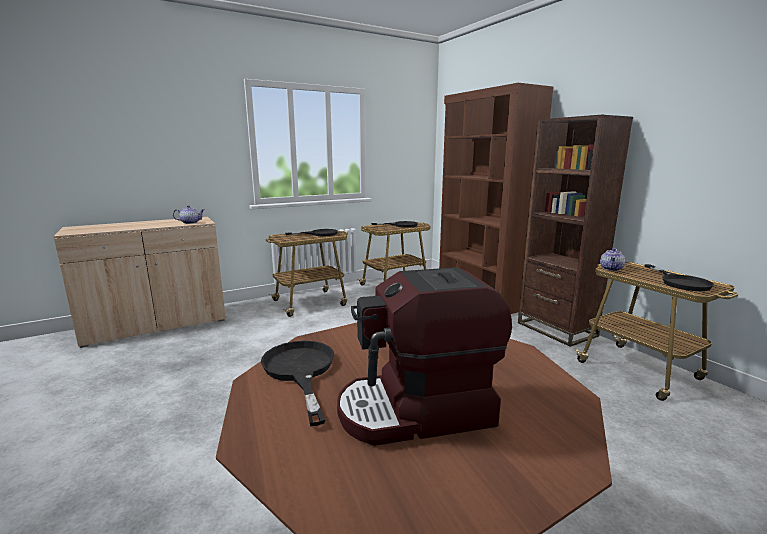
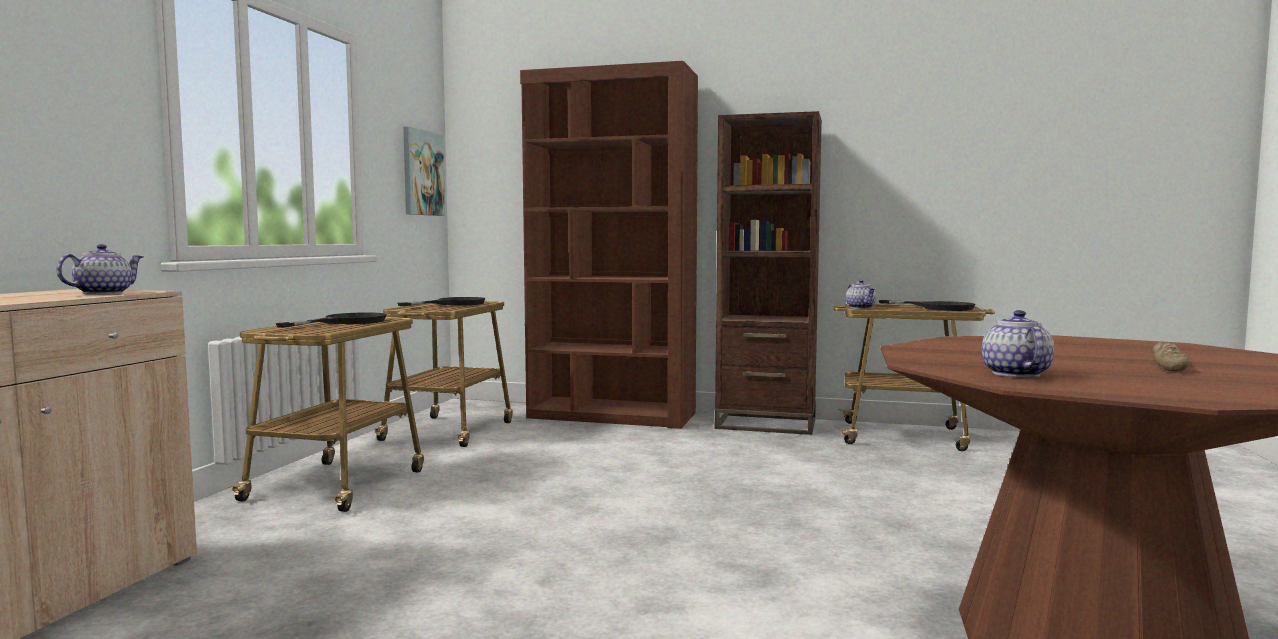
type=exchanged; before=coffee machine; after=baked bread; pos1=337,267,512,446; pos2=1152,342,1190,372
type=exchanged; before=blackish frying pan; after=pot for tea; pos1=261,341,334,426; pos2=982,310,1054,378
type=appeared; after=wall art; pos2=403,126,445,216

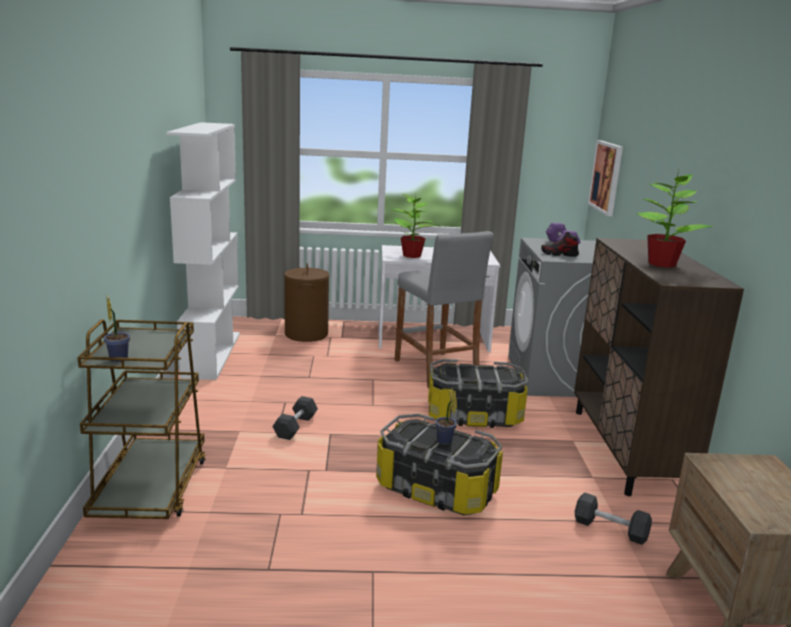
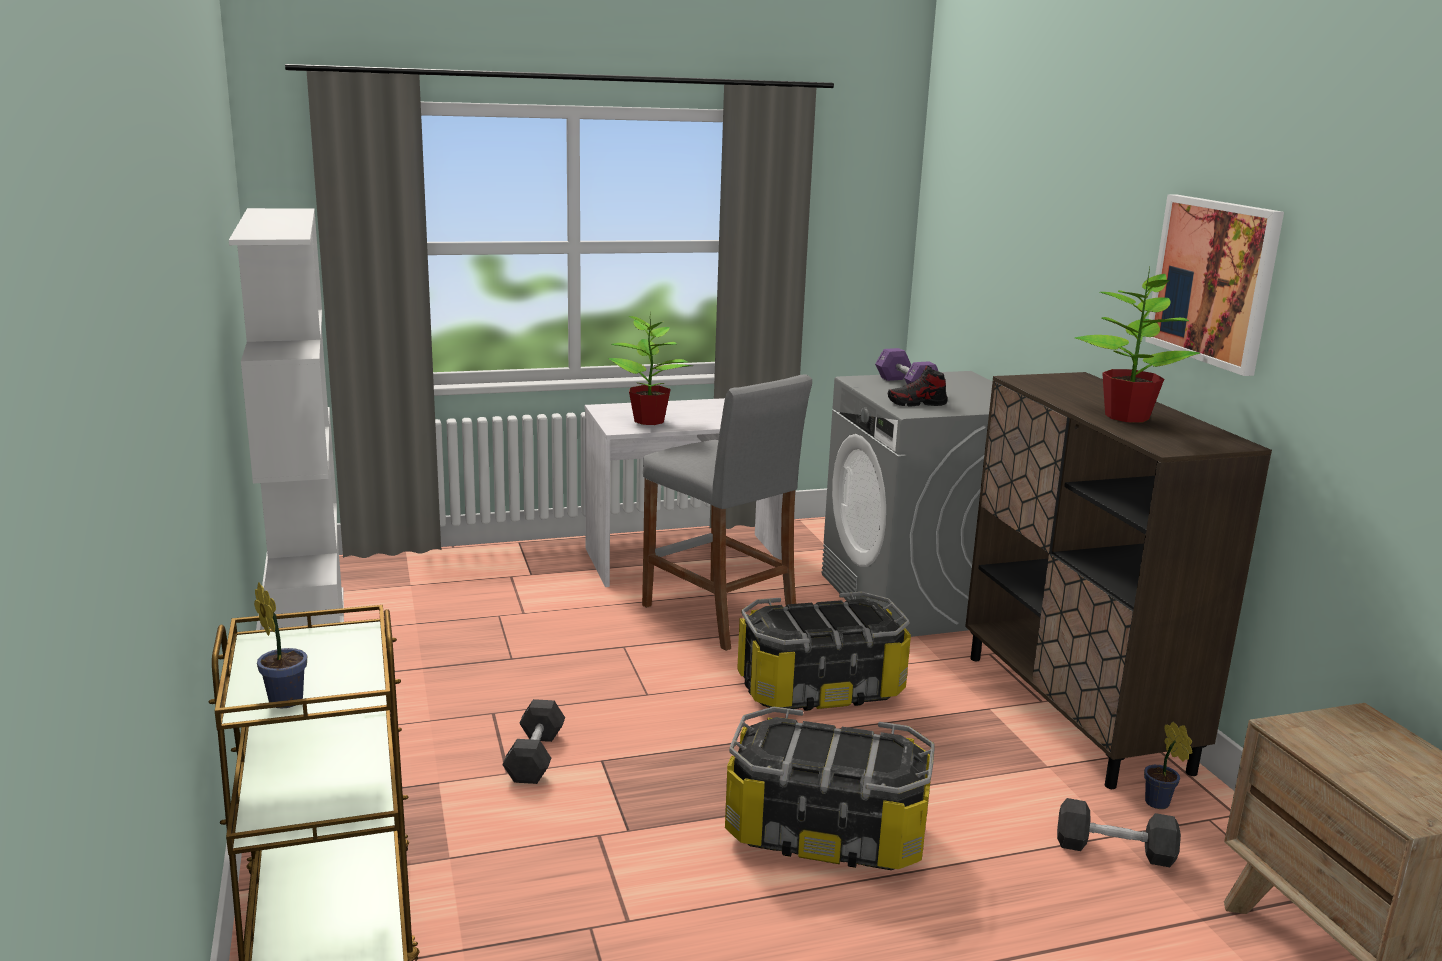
type=relocated; before=wall art; pos1=588,140,623,216; pos2=1145,194,1284,376
type=missing; before=brownish laundry basket; pos1=284,263,330,342
type=relocated; before=houseplant; pos1=435,389,457,445; pos2=1144,721,1192,809

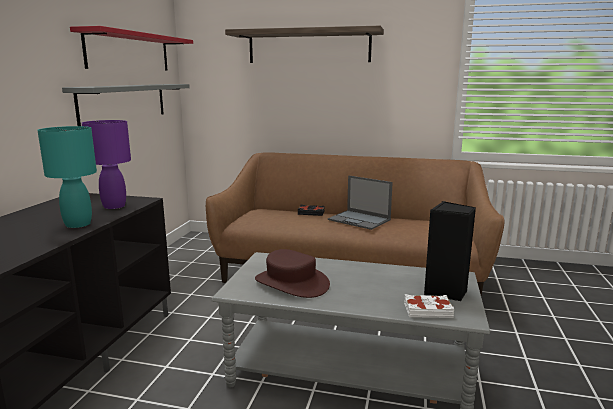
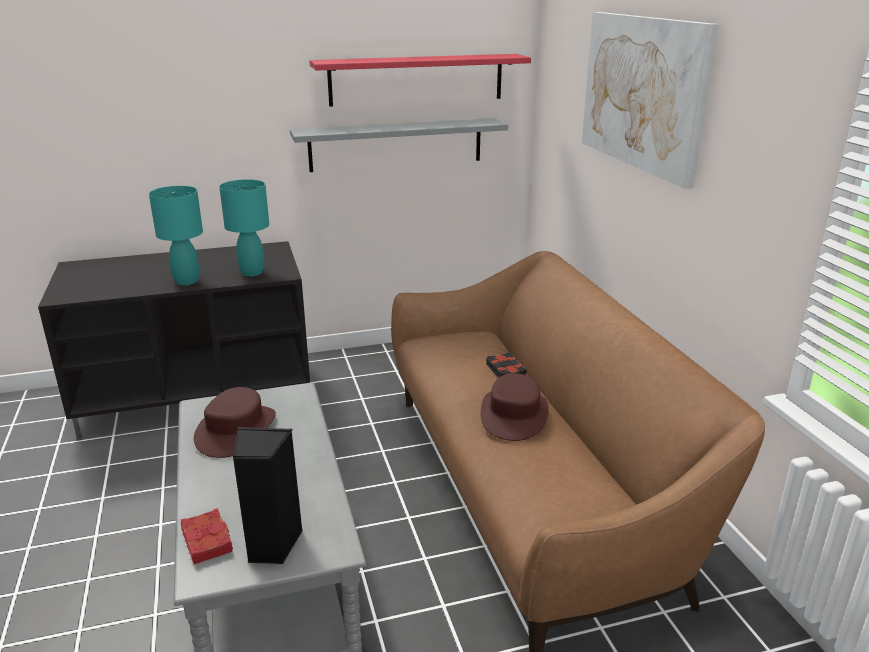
type=exchanged; before=shelf; after=wall art; pos1=225,26,384,63; pos2=582,12,719,189
type=colour; before=purplish lamp for a table; after=turquoise-coloured lamp for a table; pos1=82,120,131,209; pos2=219,179,269,276
type=exchanged; before=laptop; after=brownish clothing hat; pos1=328,176,393,230; pos2=481,373,549,441
type=colour; before=whitish book; after=red book; pos1=404,294,454,318; pos2=180,508,233,565

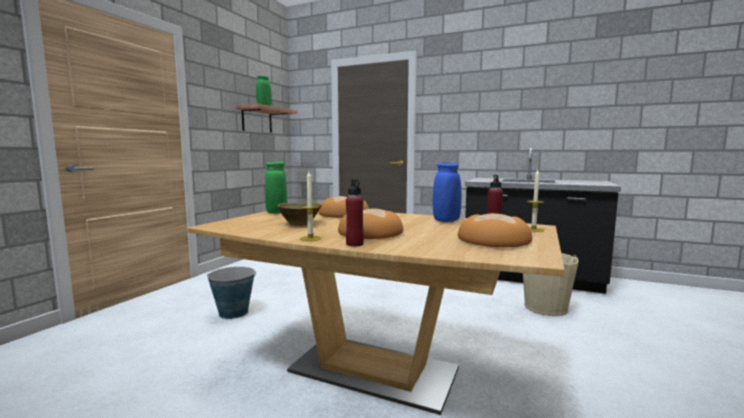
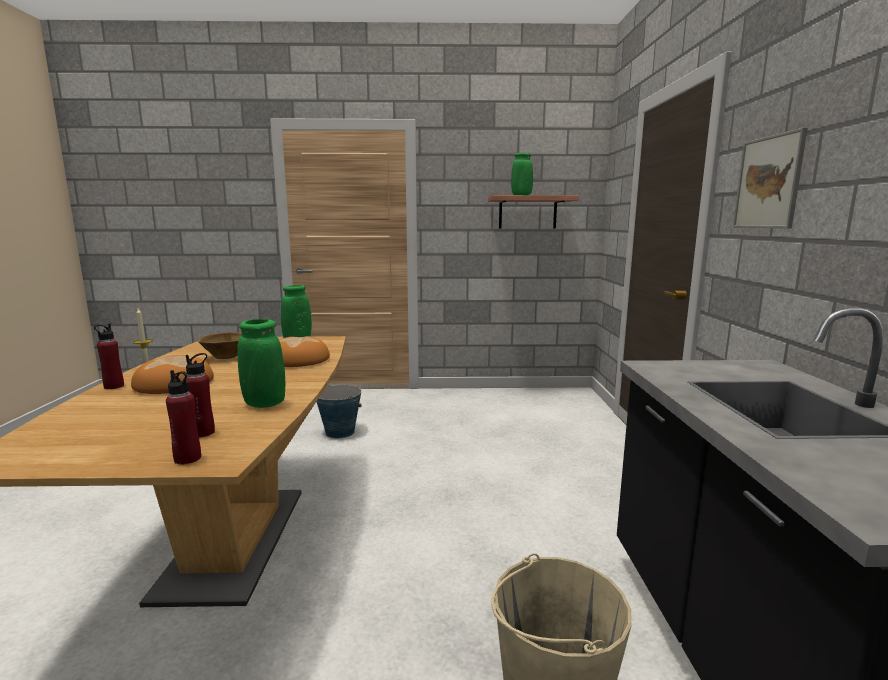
type=colour; before=blue flower vase; after=greenish flower vase; pos1=433,163,461,222; pos2=237,319,285,408
type=exchanged; before=candle; after=red beverage bottle; pos1=527,170,544,232; pos2=166,370,201,464
type=missing; before=baked bread; pos1=458,213,532,247
type=appeared; after=wall art; pos2=733,128,808,228

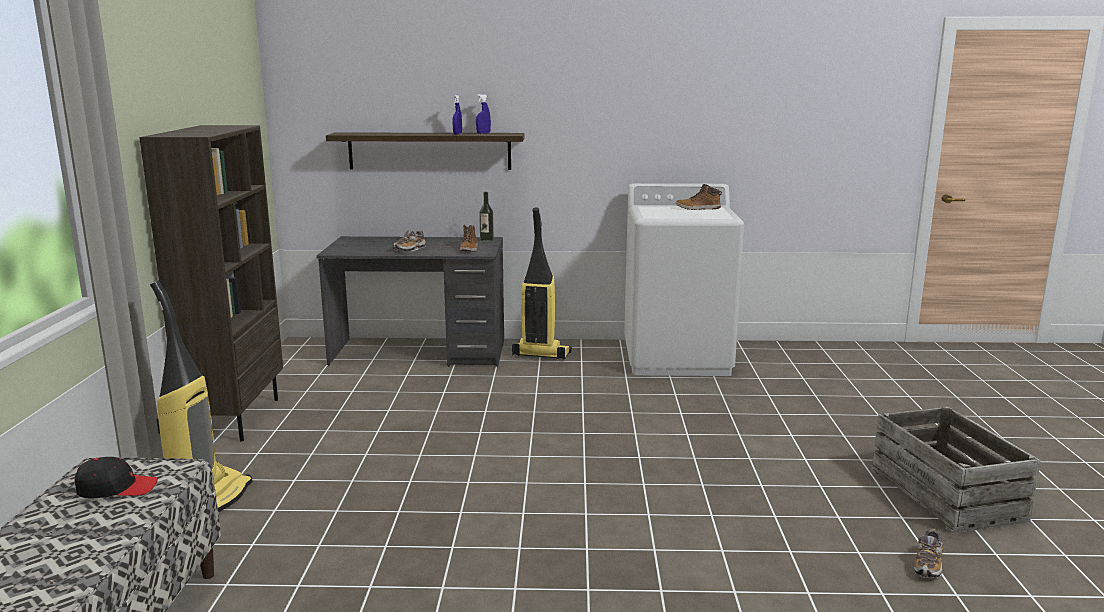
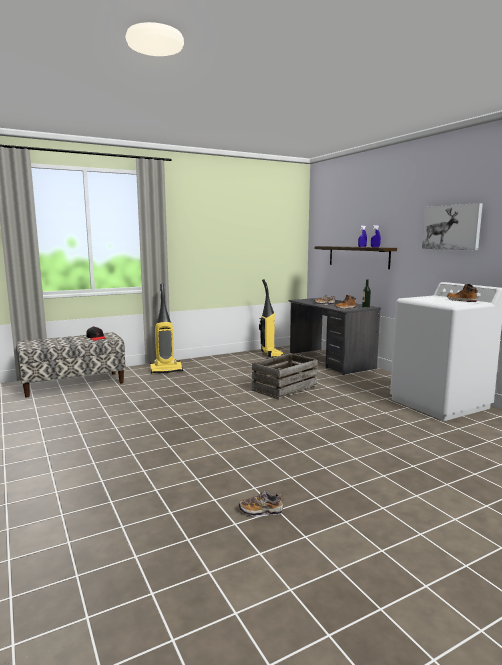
type=missing; before=brownish bookcase; pos1=139,125,283,442
type=relocated; before=vacuum cleaner; pos1=512,207,572,360; pos2=259,279,284,358
type=relocated; before=packing crate; pos1=871,406,1041,534; pos2=251,353,318,400
type=appeared; after=wall art; pos2=422,203,483,250

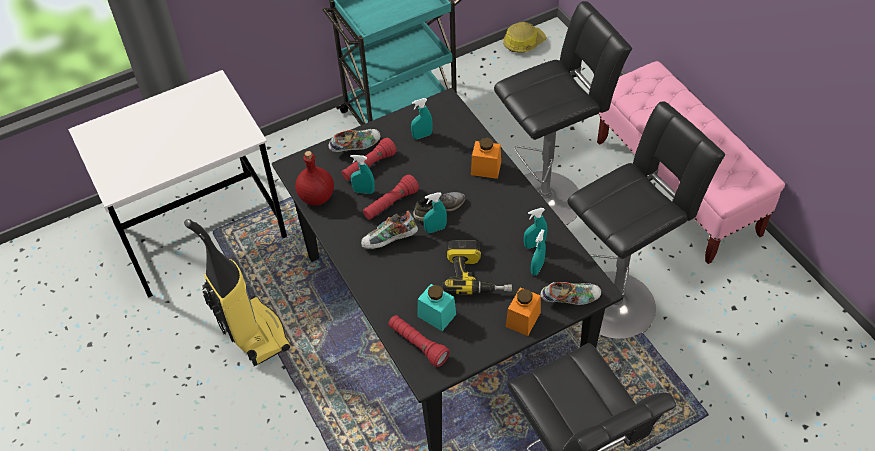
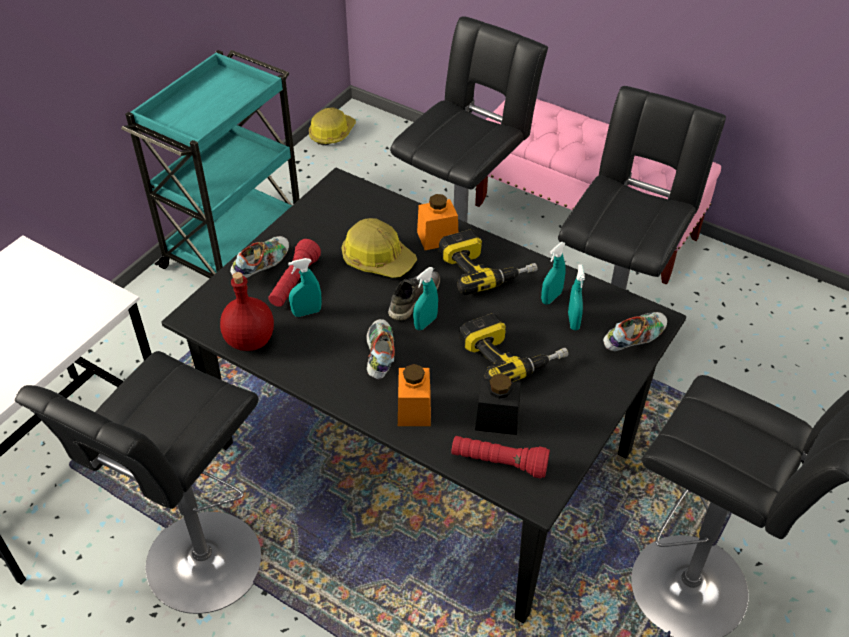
type=missing; before=turquoise-coloured hand sprayer; pos1=411,98,432,139
type=missing; before=red torch; pos1=363,175,419,220
type=spun; before=item of footwear; pos1=361,211,418,249; pos2=366,319,395,380; turn=135
type=exchanged; before=vacuum cleaner; after=blackish stool; pos1=184,219,290,366; pos2=15,351,261,614
type=colour; before=turquoise-coloured jar; after=blackish jar; pos1=418,284,456,331; pos2=475,374,521,435
type=relocated; before=orange-coloured jar; pos1=506,287,541,336; pos2=398,364,431,426
type=appeared; after=hard hat; pos2=342,218,417,278
type=appeared; after=electric drill; pos2=439,230,538,295

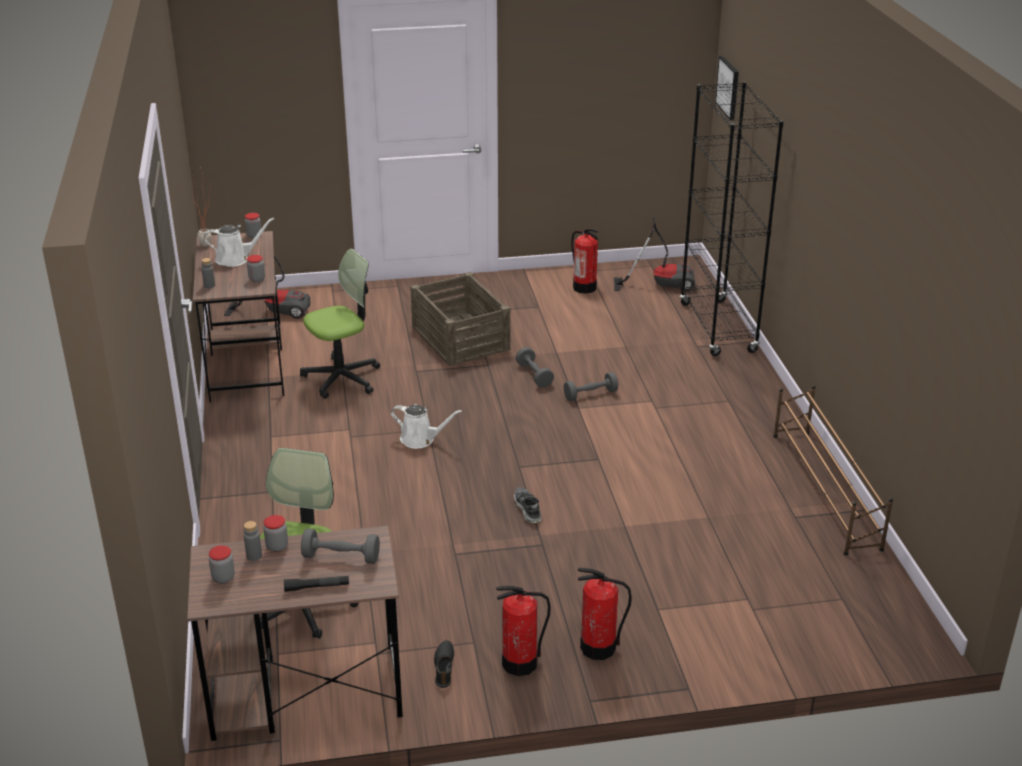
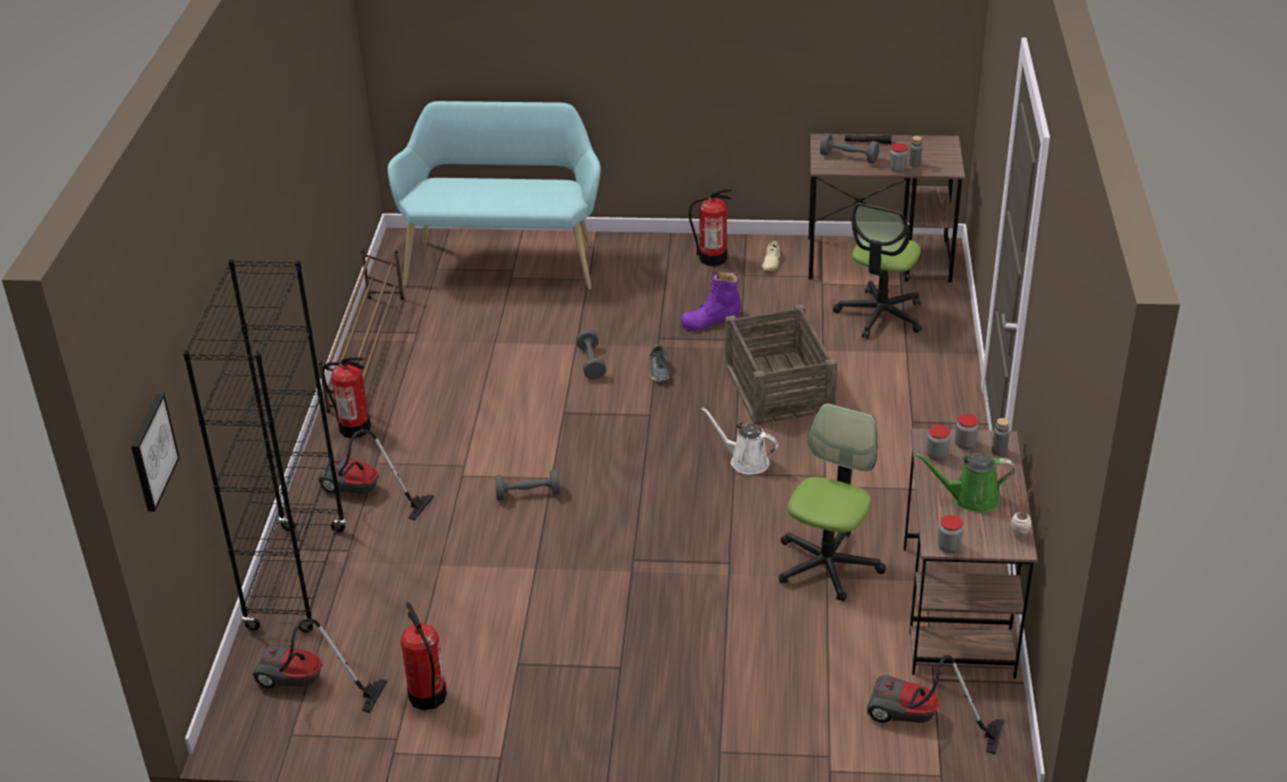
type=colour; before=whitish watering can; after=greenish watering can; pos1=204,217,274,267; pos2=915,453,1015,513
type=spun; before=computer chair; pos1=300,249,380,399; pos2=779,403,886,602; turn=135
type=relocated; before=packing crate; pos1=410,272,511,366; pos2=724,304,837,425
type=relocated; before=gray dumbbell; pos1=516,347,554,388; pos2=576,329,606,379
type=relocated; before=jar; pos1=209,545,235,584; pos2=955,414,979,449
type=relocated; before=fire extinguisher; pos1=578,568,632,660; pos2=322,357,371,438
type=colour; before=blackish item of footwear; after=beige item of footwear; pos1=434,640,454,688; pos2=761,239,781,271
type=appeared; after=turquoise-coloured bench; pos2=388,101,601,290
type=appeared; after=purplish tall boot; pos2=681,272,741,331
type=appeared; after=vacuum cleaner; pos2=318,429,434,520

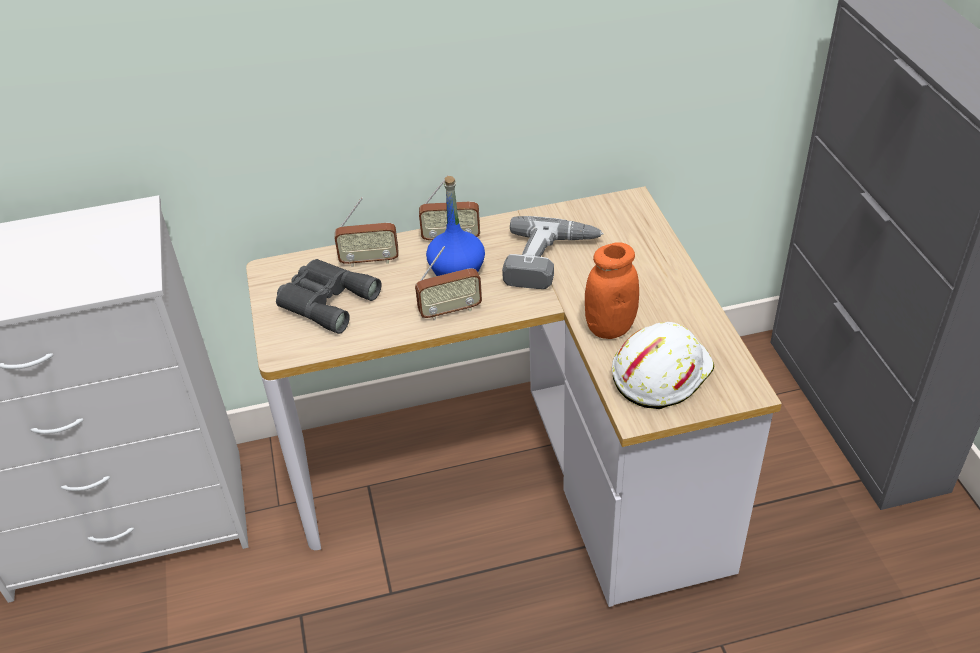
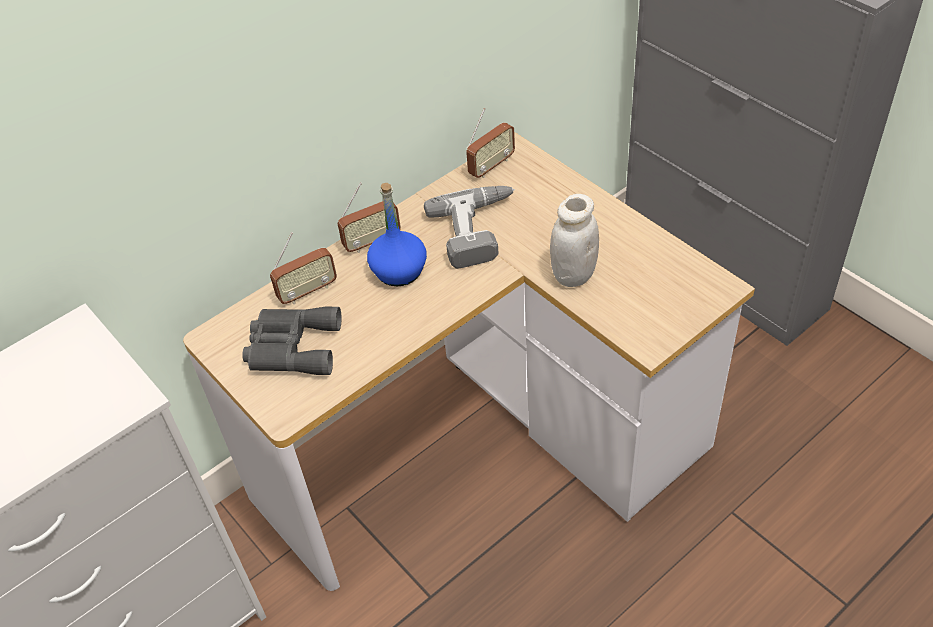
type=colour; before=orange-coloured jar; after=whitish jar; pos1=585,242,639,339; pos2=550,194,599,287
type=relocated; before=radio receiver; pos1=415,246,482,320; pos2=466,108,515,178
type=missing; before=whitish hard hat; pos1=612,322,714,409

